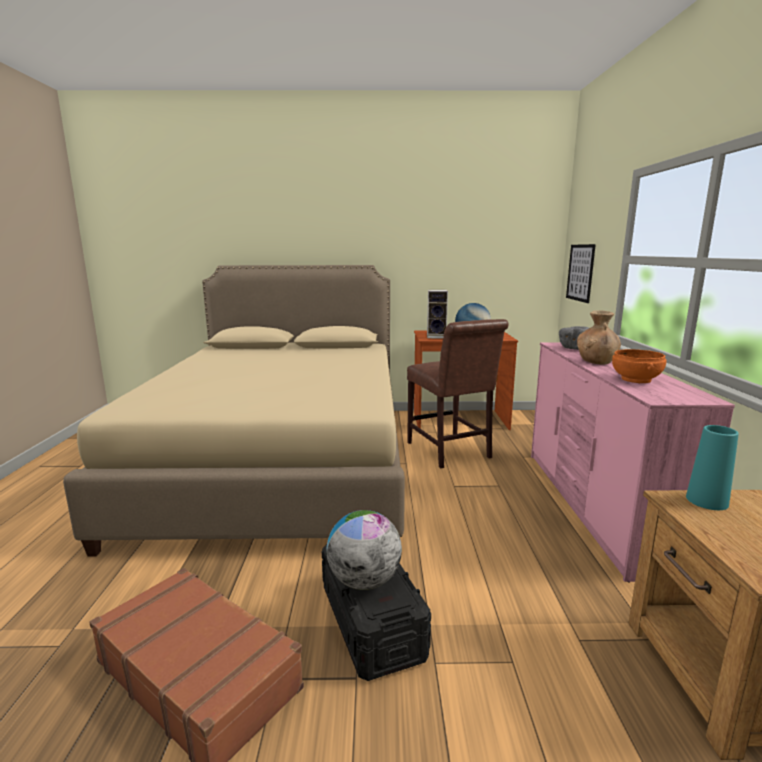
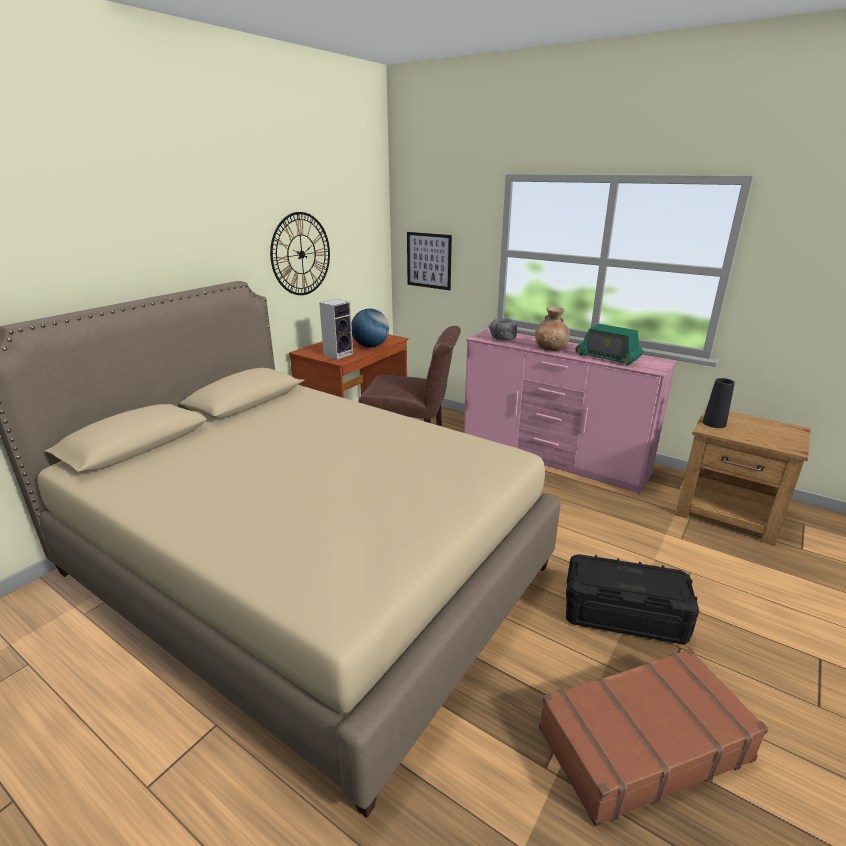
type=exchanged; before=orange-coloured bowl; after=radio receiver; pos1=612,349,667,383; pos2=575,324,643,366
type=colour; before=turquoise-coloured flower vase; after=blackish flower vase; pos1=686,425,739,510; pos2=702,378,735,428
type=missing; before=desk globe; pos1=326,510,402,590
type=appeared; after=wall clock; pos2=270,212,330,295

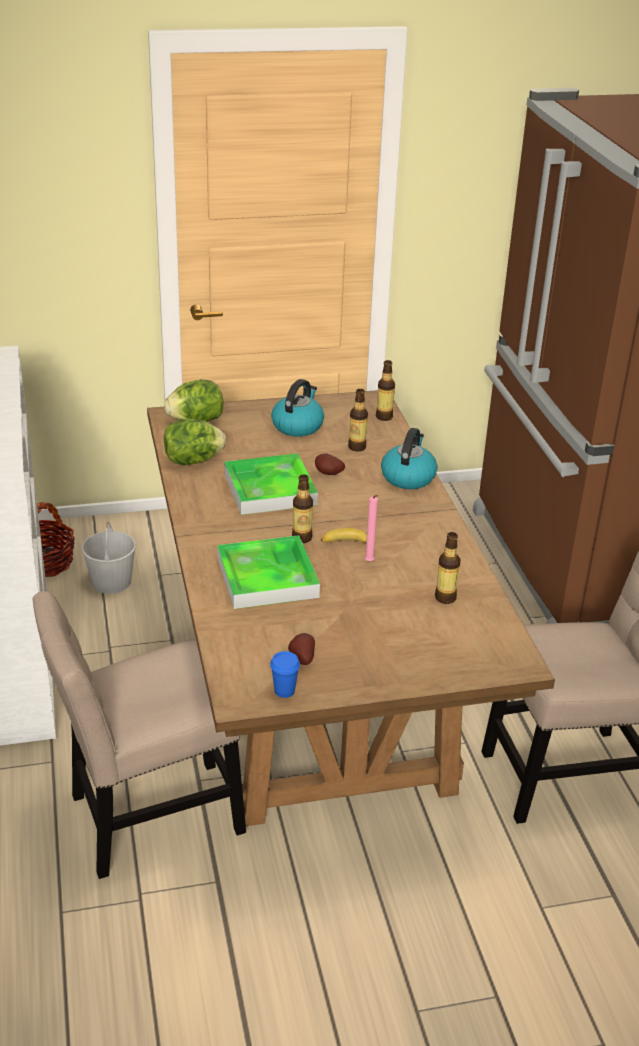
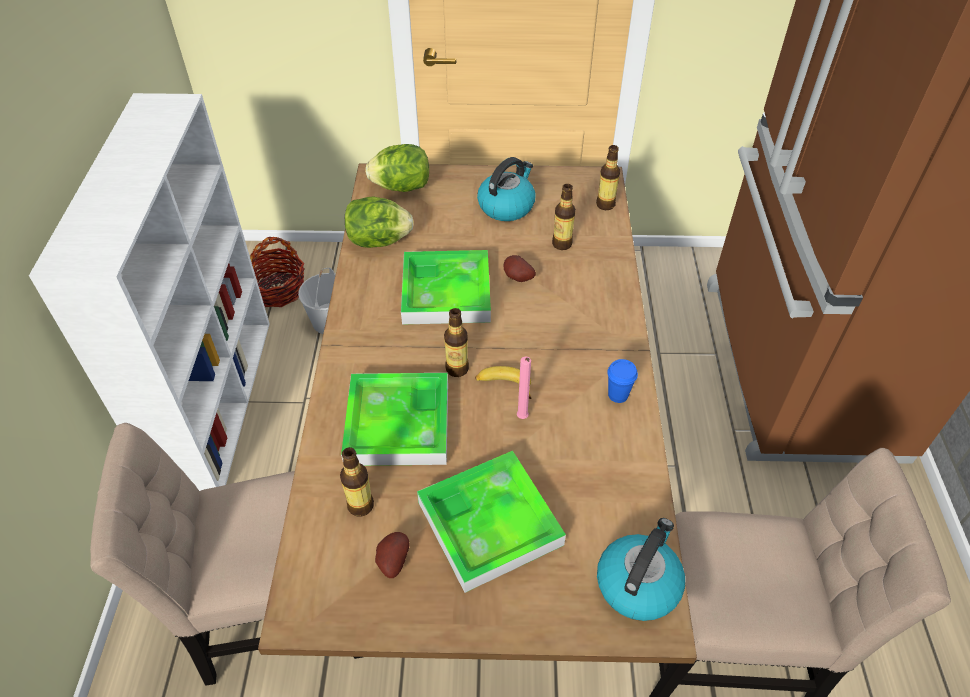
type=relocated; before=kettle; pos1=381,428,437,489; pos2=597,518,685,621
type=relocated; before=beverage bottle; pos1=435,532,461,604; pos2=340,447,374,517
type=relocated; before=blue drinking cup; pos1=270,651,300,698; pos2=607,359,638,403
type=appeared; after=carrying tray; pos2=417,451,566,593

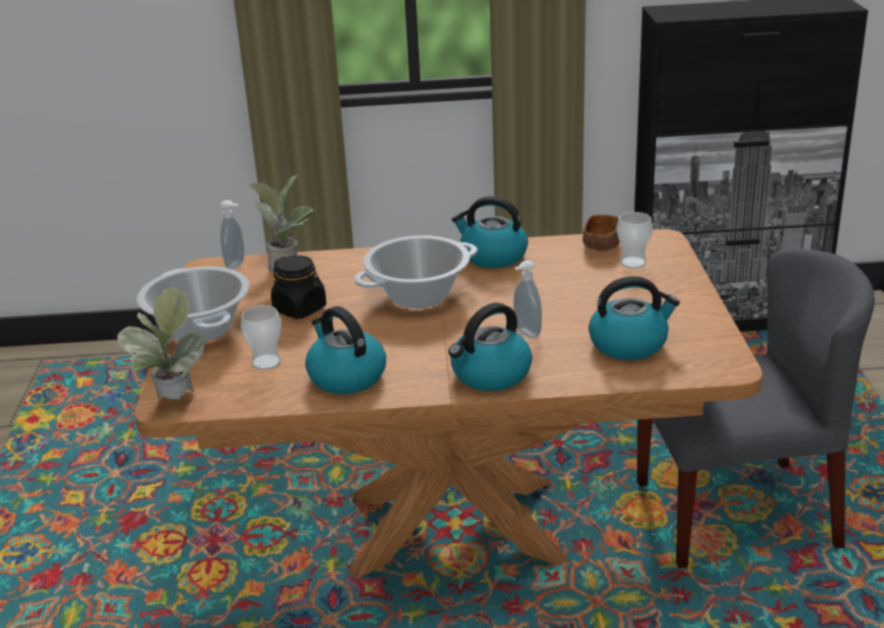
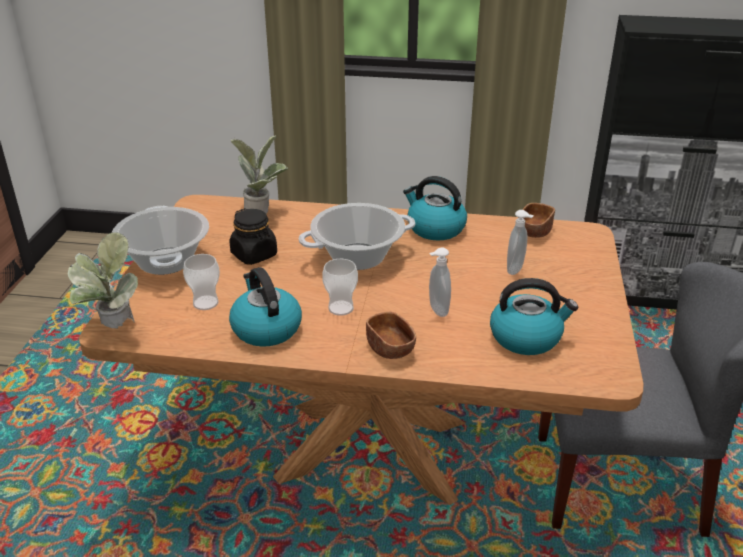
type=relocated; before=liquid soap bottle; pos1=220,200,244,270; pos2=507,210,534,275
type=relocated; before=drinking cup; pos1=617,212,653,269; pos2=322,259,358,316
type=exchanged; before=kettle; after=brownish bowl; pos1=448,303,532,391; pos2=366,312,416,359

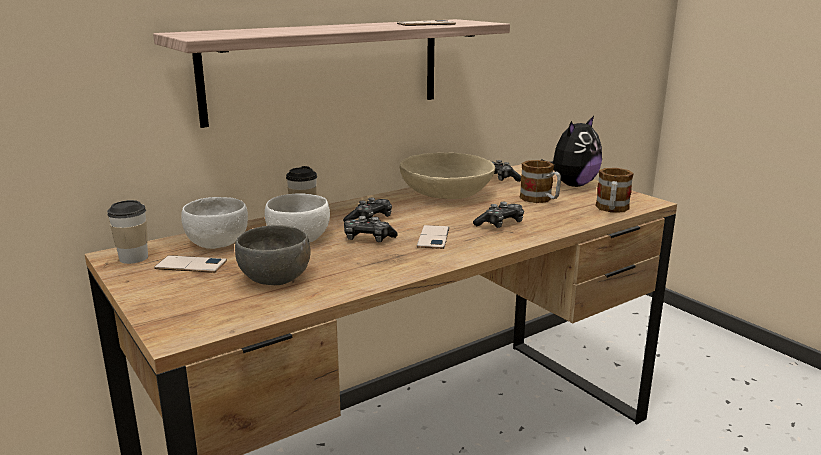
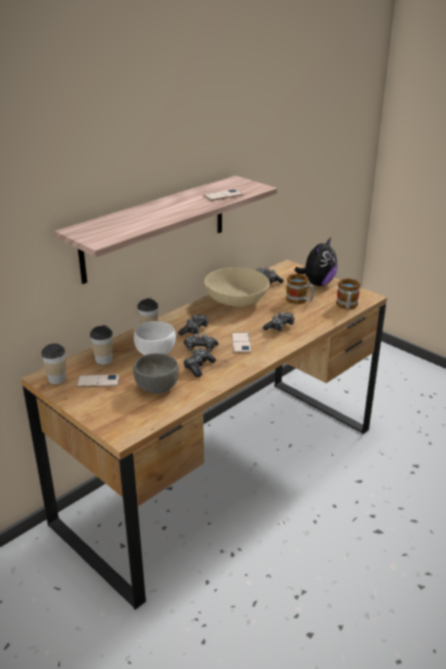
type=exchanged; before=whitish bowl; after=drinking cup; pos1=181,197,248,249; pos2=90,325,113,365
type=appeared; after=joypad; pos2=183,348,216,377

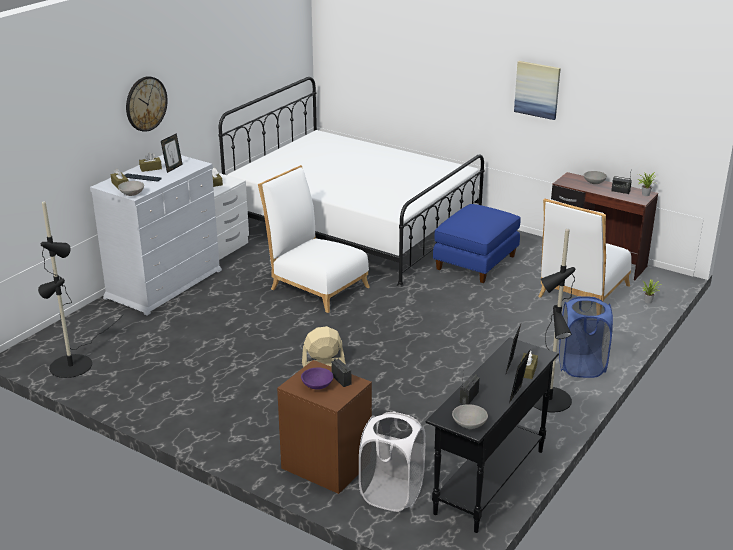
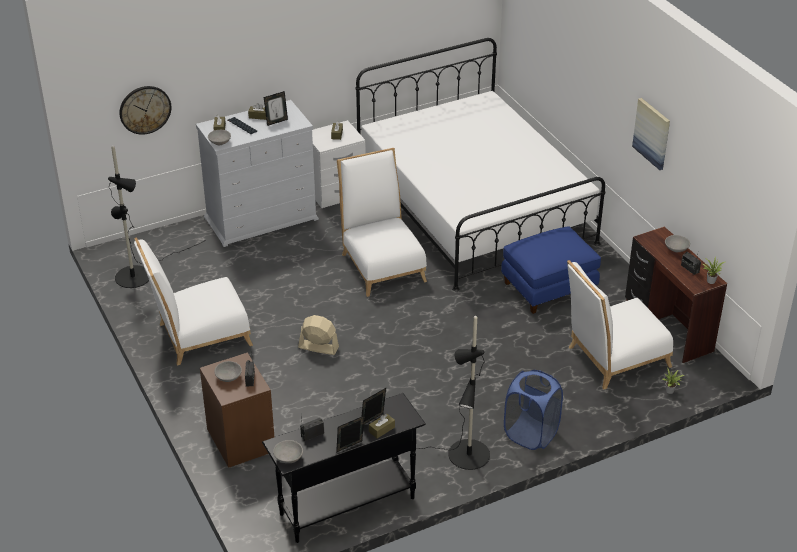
type=relocated; before=wall clock; pos1=126,76,168,132; pos2=120,86,171,135
type=colour; before=purplish bowl; after=gray bowl; pos1=301,367,333,390; pos2=214,361,242,382
type=missing; before=whitish laundry basket; pos1=359,412,426,512
type=appeared; after=whitish upright chair; pos2=134,237,253,366

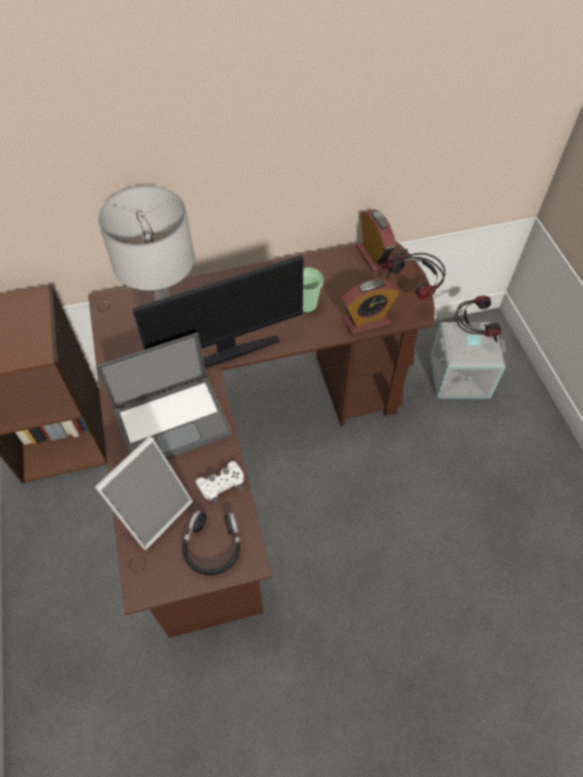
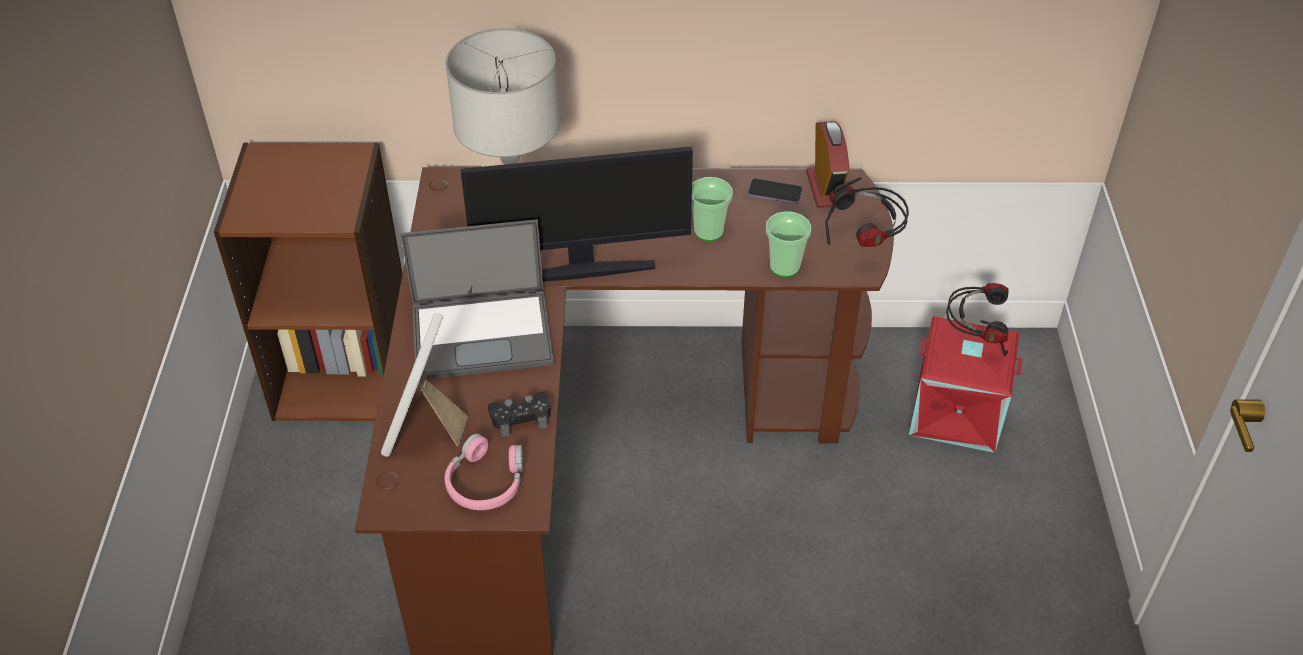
type=exchanged; before=alarm clock; after=drinking cup; pos1=341,279,400,335; pos2=766,211,811,277
type=colour; before=gray storage box; after=red storage box; pos1=430,322,506,399; pos2=909,316,1022,453
type=spun; before=photo frame; pos1=95,436,193,550; pos2=381,313,469,457; turn=135
type=colour; before=whitish joypad; after=blackish joypad; pos1=196,461,244,505; pos2=488,392,551,437
type=colour; before=blackish headphones; after=pinkish headphones; pos1=182,510,240,575; pos2=444,433,523,510
type=appeared; after=handset; pos2=748,179,802,204

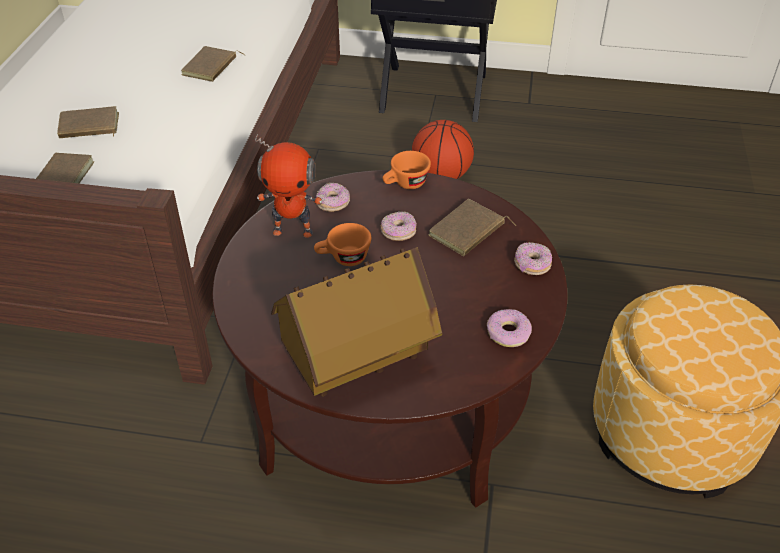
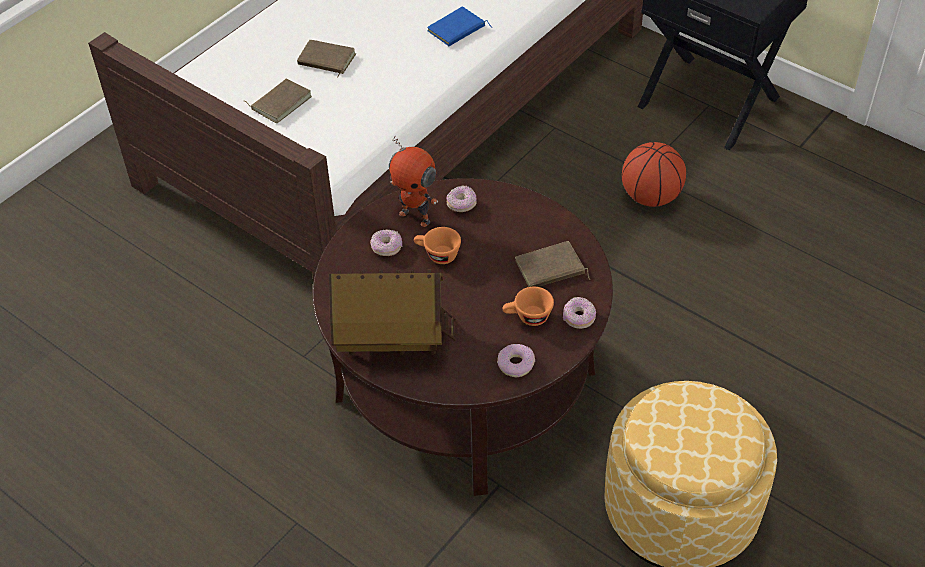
type=colour; before=brownish book; after=blue book; pos1=181,46,246,82; pos2=427,7,492,46
type=relocated; before=orange-coloured drinking cup; pos1=382,151,431,189; pos2=503,287,554,326
type=relocated; before=donut; pos1=381,211,417,241; pos2=370,230,402,256

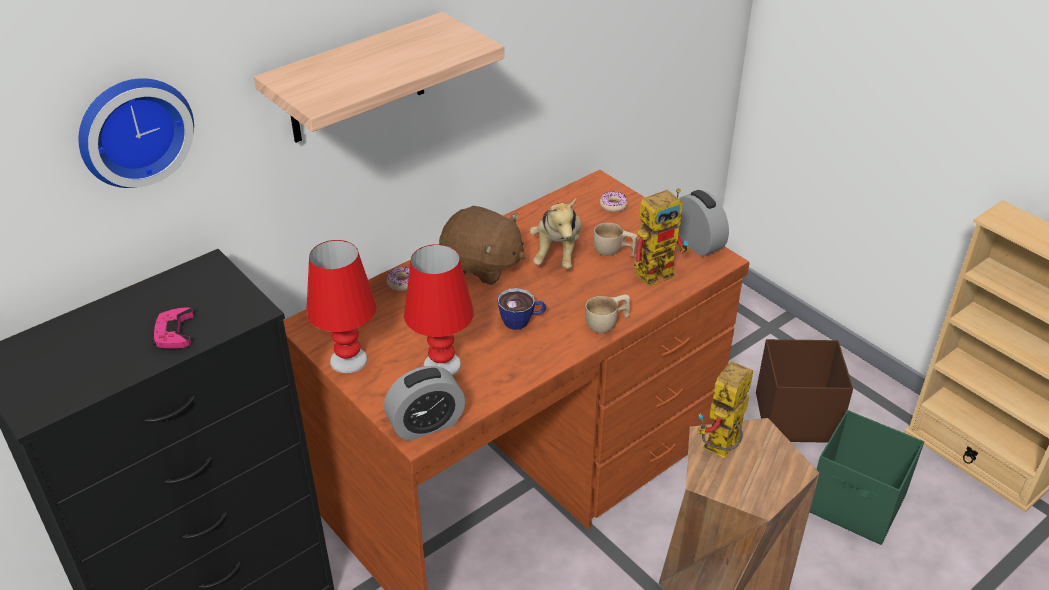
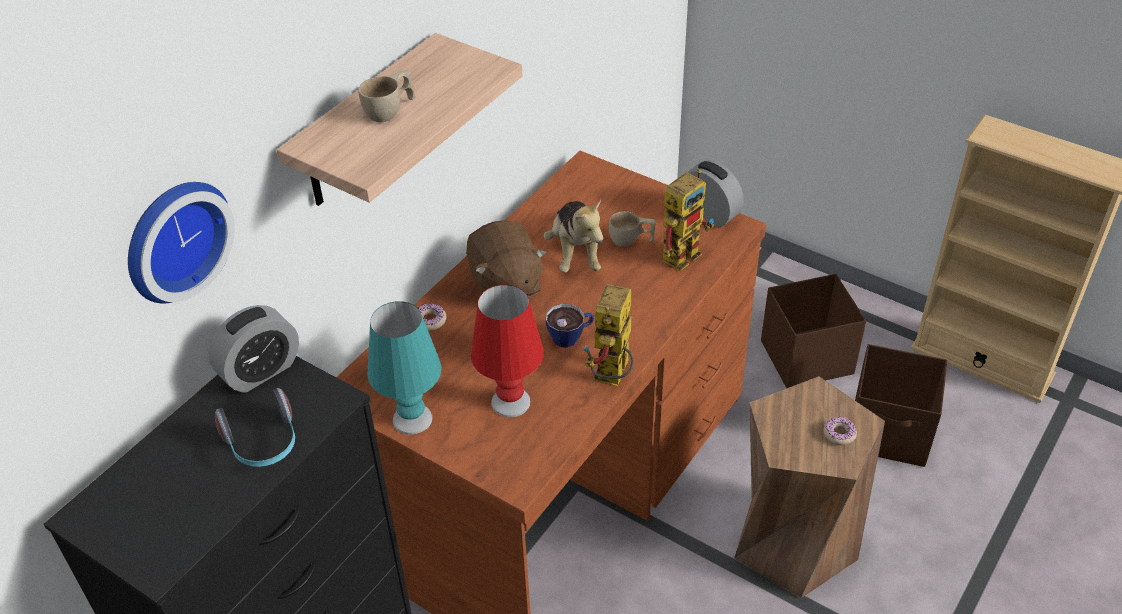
type=relocated; before=donut; pos1=600,192,628,212; pos2=824,417,857,445
type=spun; before=brownish plush toy; pos1=439,206,525,285; pos2=466,220,547,297; turn=60
type=colour; before=red lamp for a table; after=turquoise-coloured lamp for a table; pos1=306,240,377,373; pos2=367,301,442,435
type=relocated; before=beige drinking cup; pos1=585,294,630,333; pos2=358,70,416,122
type=exchanged; before=pinkish joypad; after=headphones; pos1=152,307,194,349; pos2=215,388,295,467
type=relocated; before=robot figure; pos1=697,361,753,458; pos2=583,284,634,386
type=relocated; before=alarm clock; pos1=384,366,465,441; pos2=208,305,299,392
type=colour; before=greenish storage box; after=brownish storage box; pos1=810,410,924,545; pos2=855,344,947,467

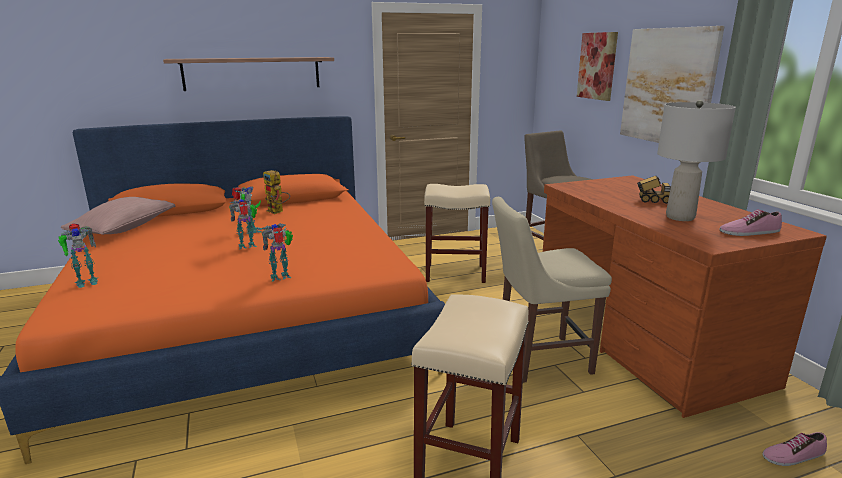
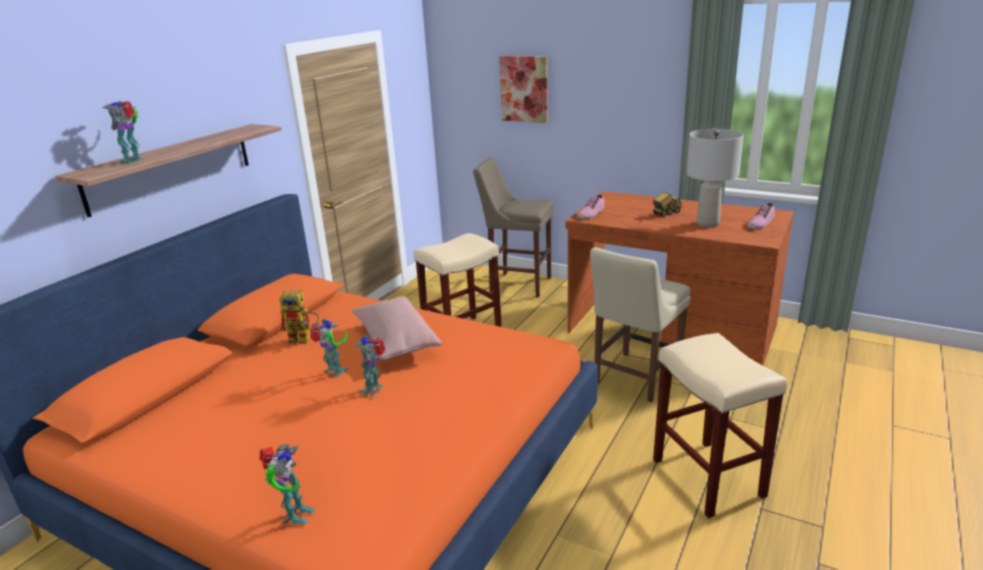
type=missing; before=wall art; pos1=620,26,725,143
type=relocated; before=pinkish pillow; pos1=61,197,175,235; pos2=352,296,442,360
type=relocated; before=robot figure; pos1=261,224,293,282; pos2=102,101,144,164
type=relocated; before=item of footwear; pos1=762,432,827,466; pos2=577,195,605,219

